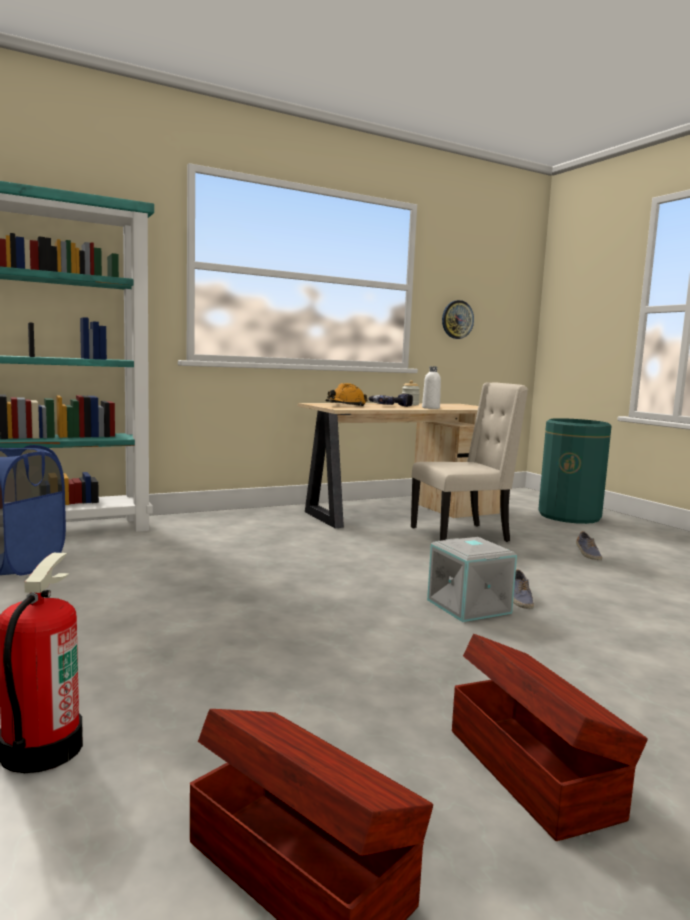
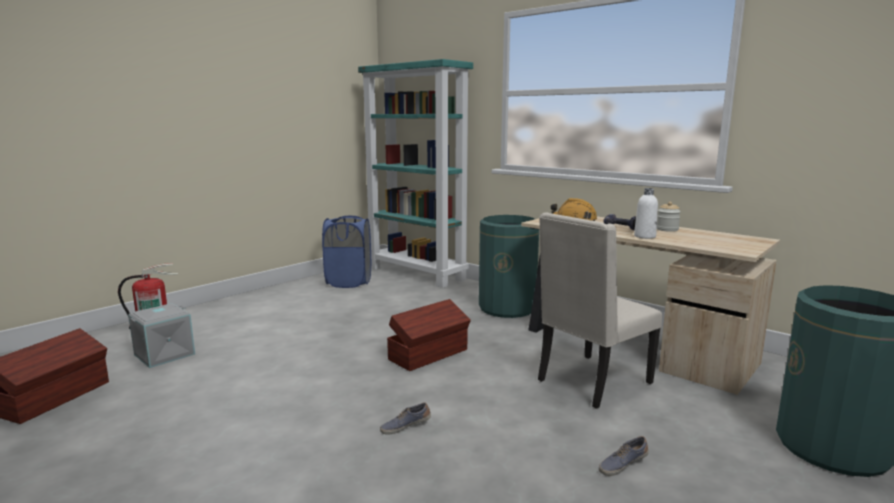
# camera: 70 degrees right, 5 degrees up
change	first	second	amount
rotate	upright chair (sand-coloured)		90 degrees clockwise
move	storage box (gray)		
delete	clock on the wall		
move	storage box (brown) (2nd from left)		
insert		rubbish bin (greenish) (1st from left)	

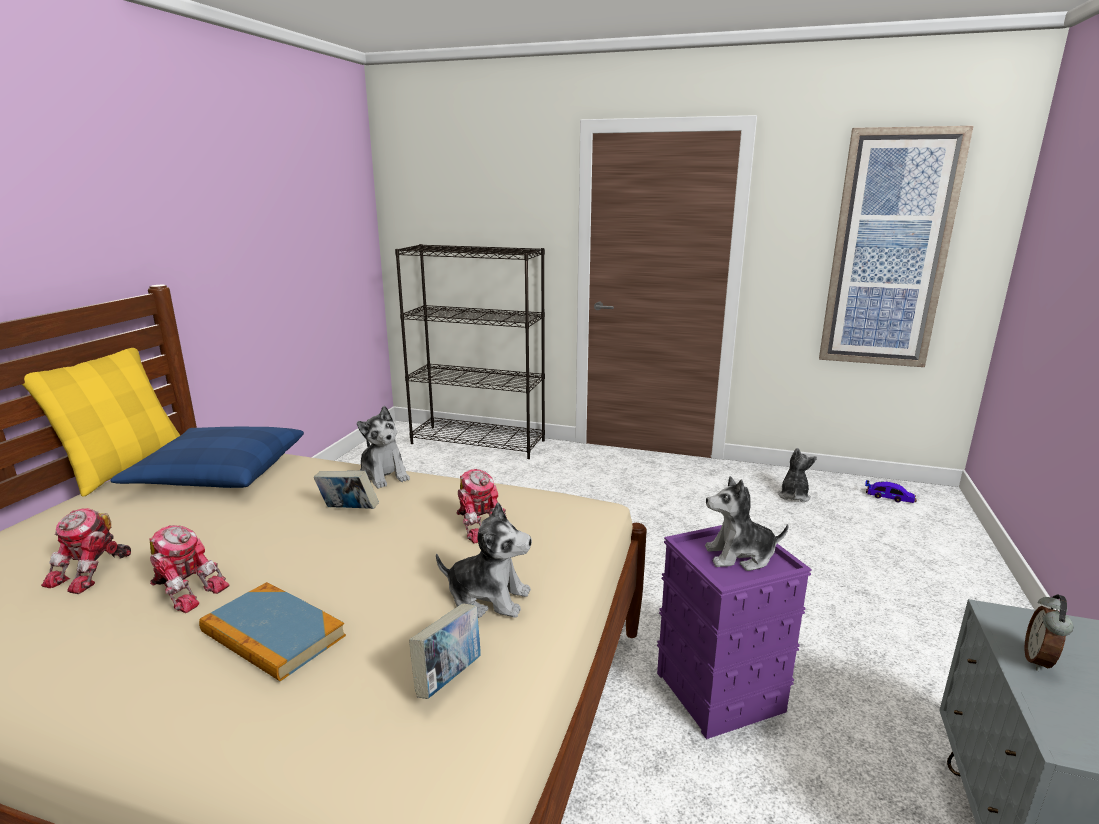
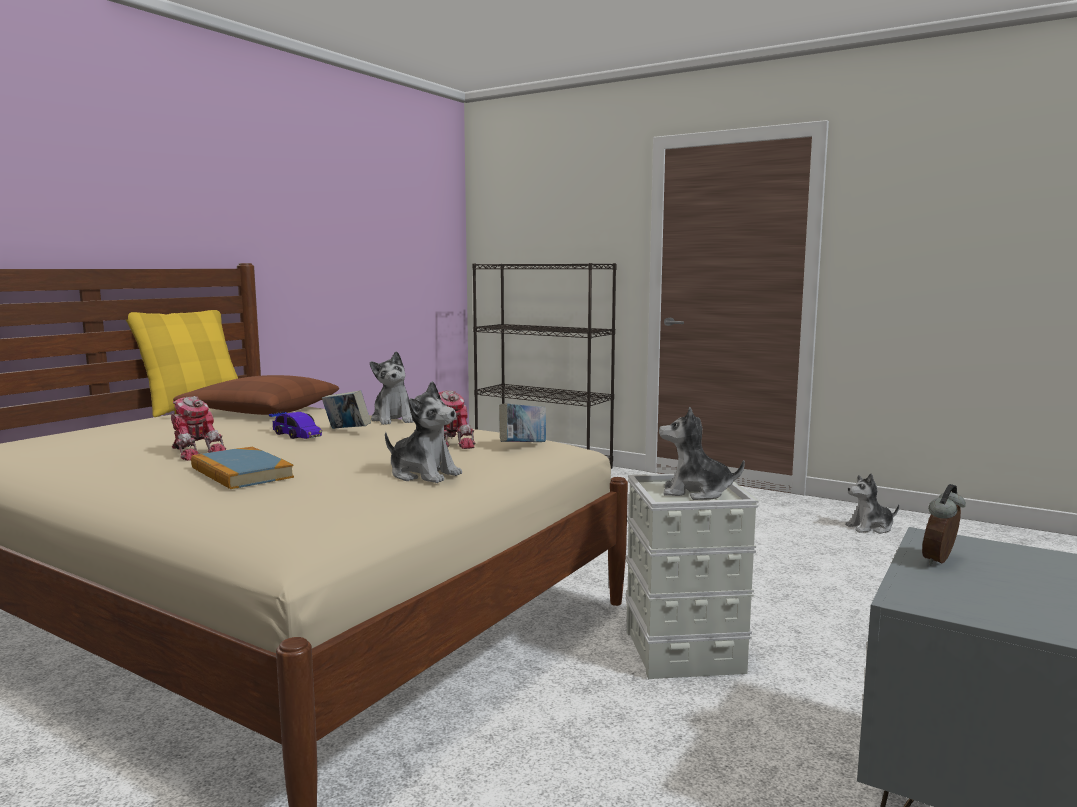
# camera: 15 degrees right, 10 degrees down
change	first	second	amount
delete	model robot (1st from left)		
recolor	pillow (blue)	pillow (brown)	
move	book (3rd from left)		
recolor	storage box (purple-coloured)	storage box (gray)	
rotate	plush toy (4th from left)		135 degrees counterclockwise
delete	picture		
move	miniature car		

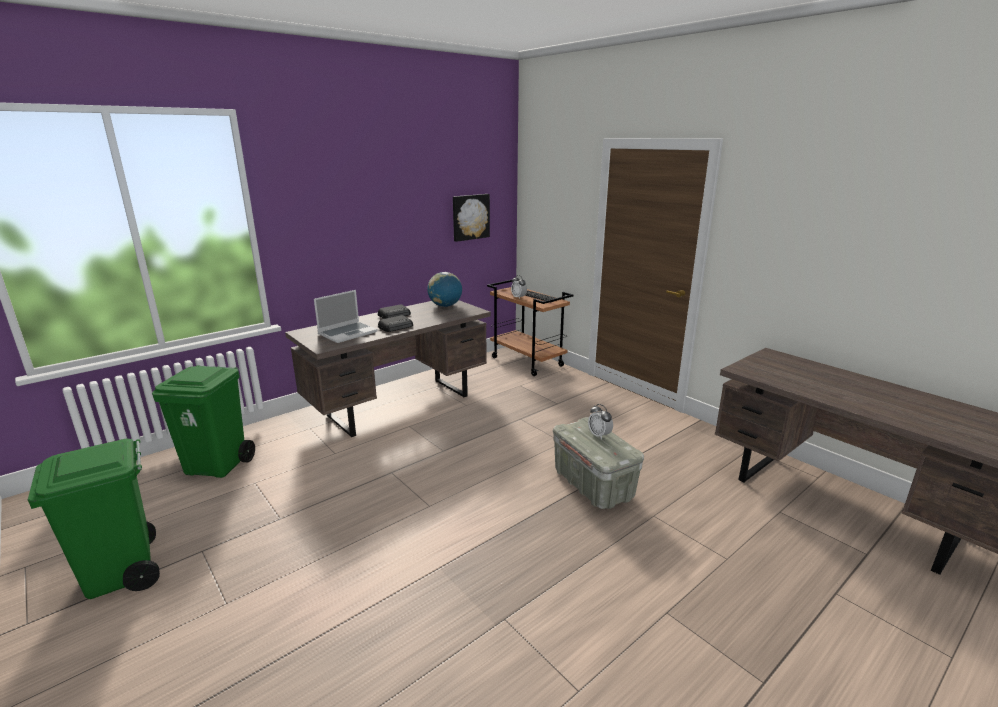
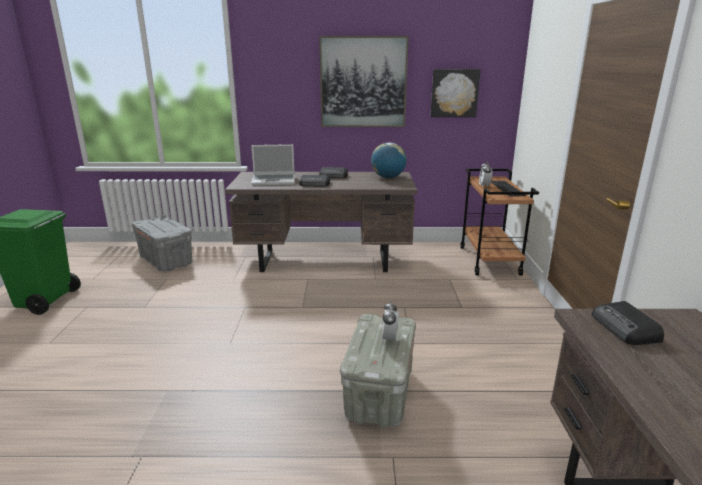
# camera: 40 degrees right, 0 degrees up
change	first	second	amount
replace	rubbish bin (greenish) (2nd from left)	storage box (gray) (1st from left)	
insert		picture (1st from left)	
insert		radio set (3rd from left)	

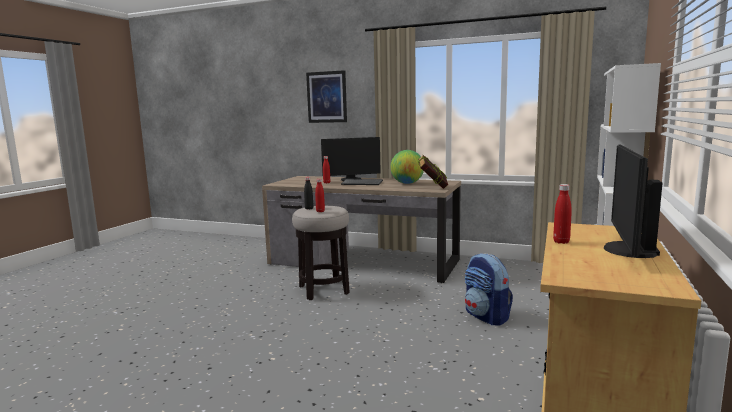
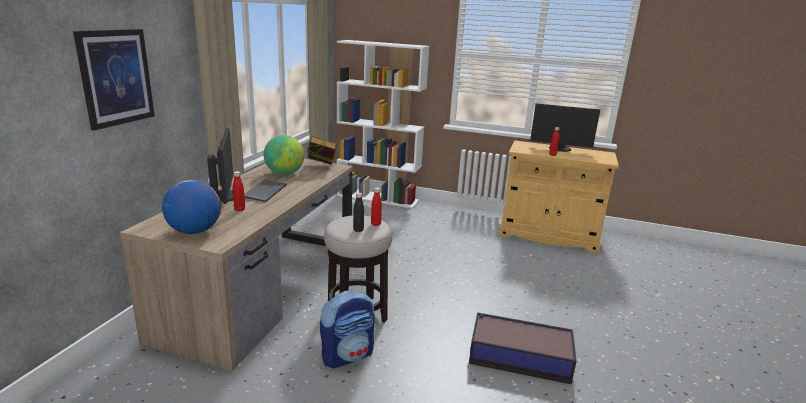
# camera: 95 degrees left, 10 degrees up
change	first	second	amount
move	rucksack		
insert		world globe (1st from left)	
insert		storage box	

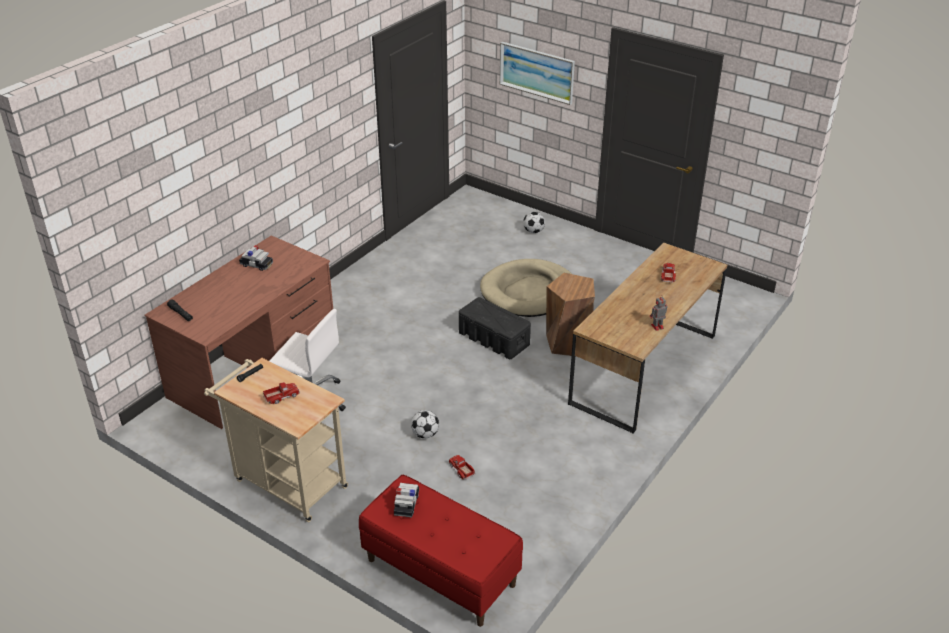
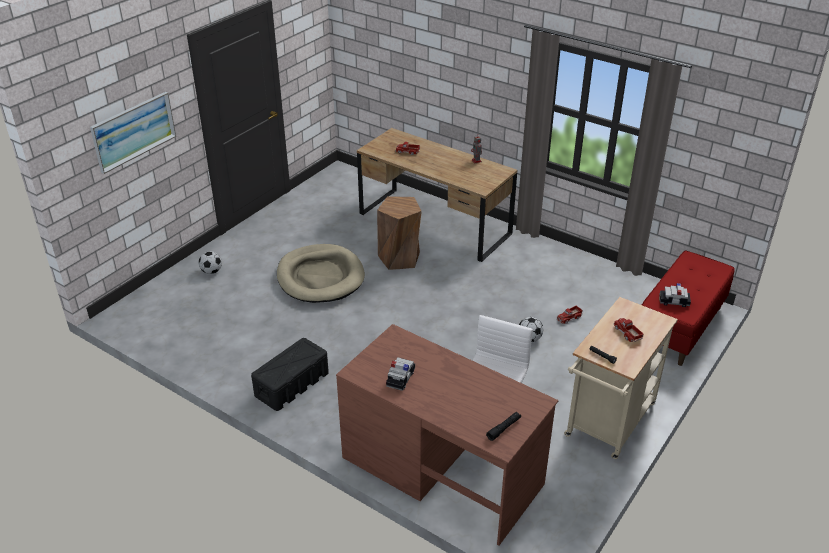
# camera: 90 degrees left, 0 degrees up
change	first	second	amount
move	storage box (black-coloured)		

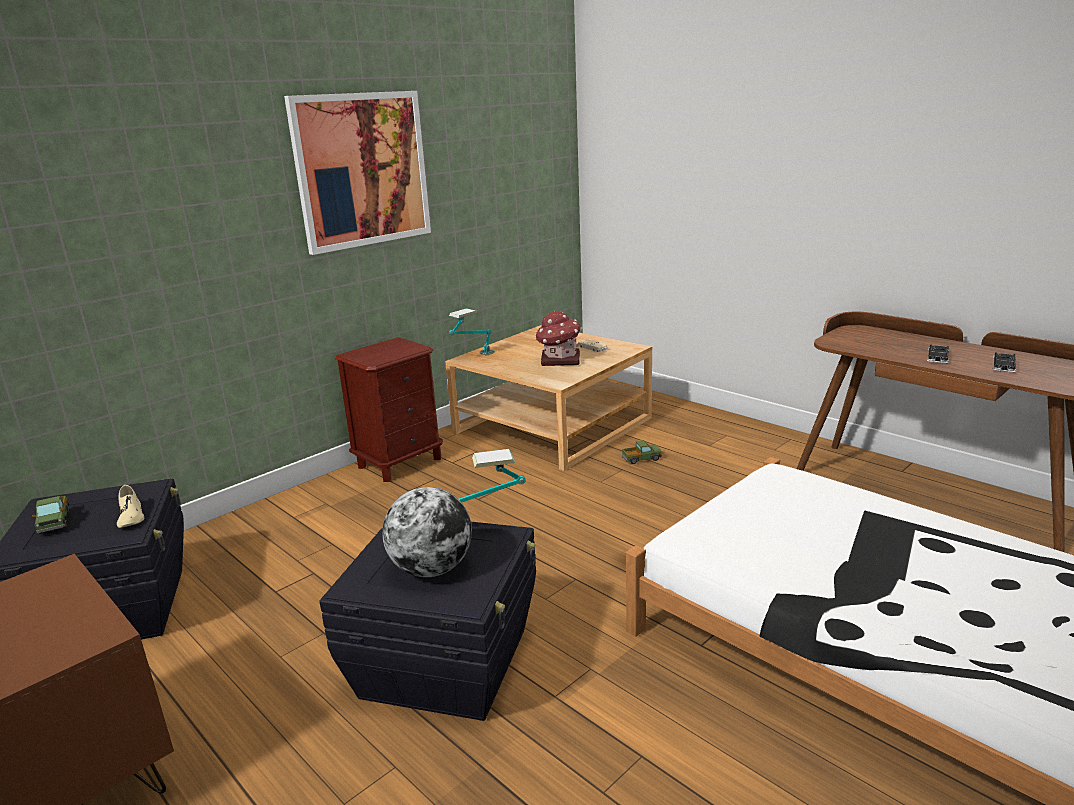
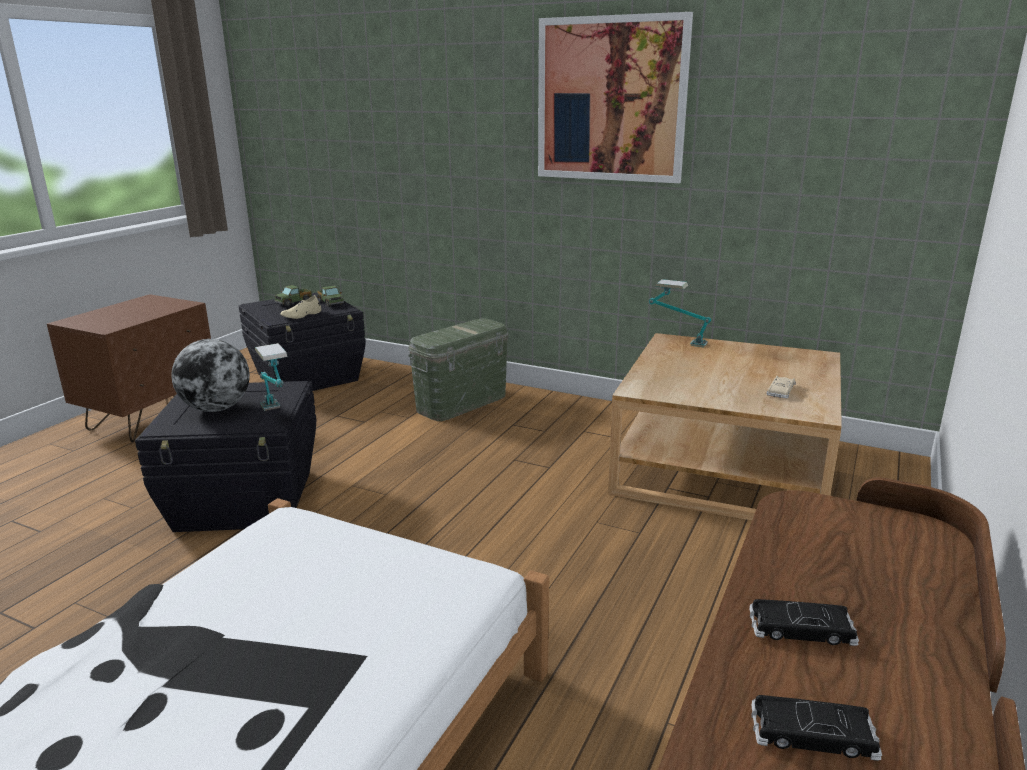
# camera: 70 degrees right, 0 degrees up
change	first	second	amount
delete	night table (brown) (2nd from left)		
delete	model house		
move	model truck (2nd from left)		
insert		storage box (greenish)	

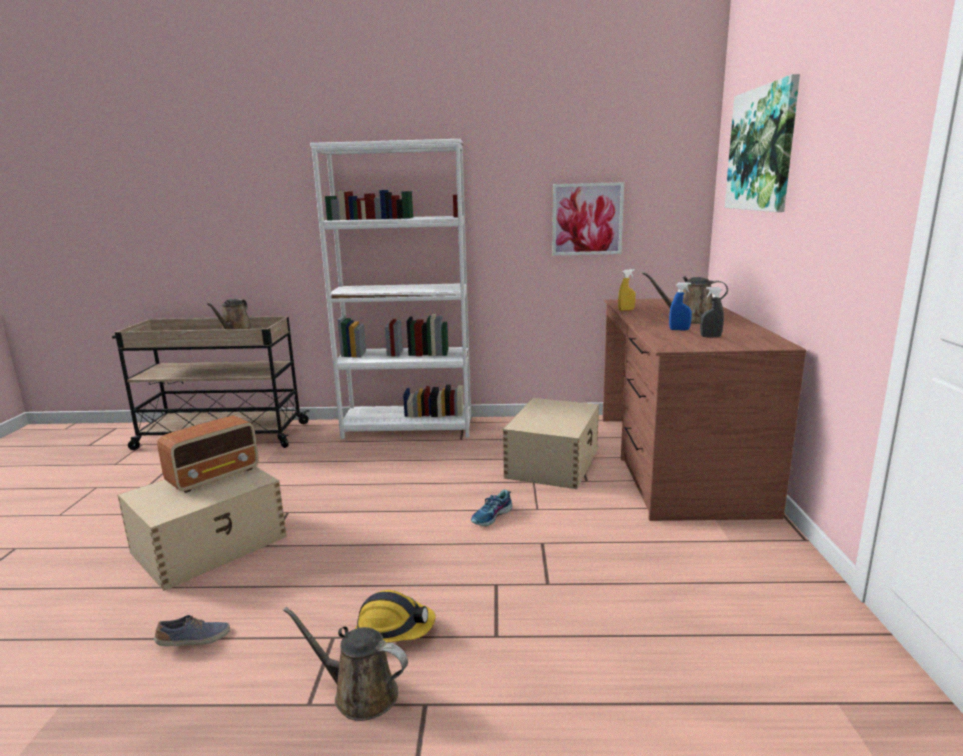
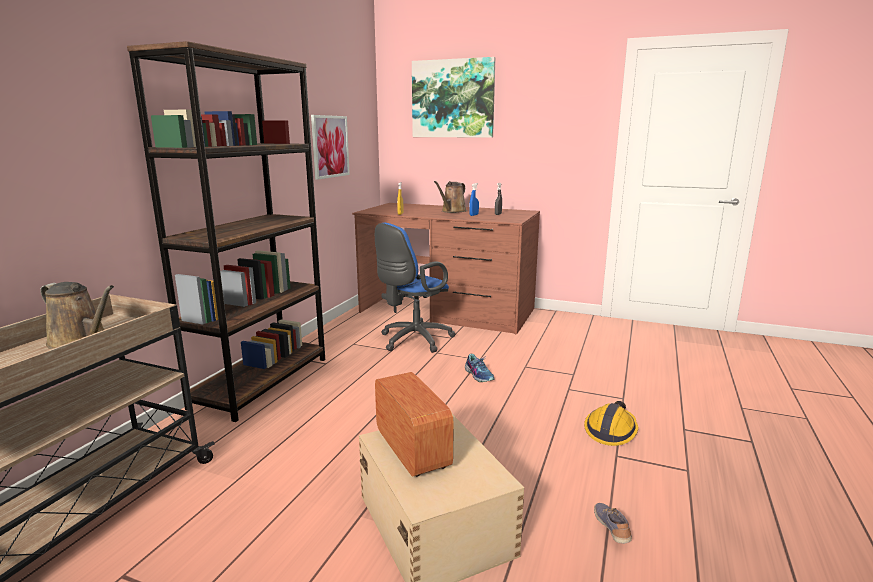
# camera: 70 degrees left, 0 degrees up
change	first	second	amount
delete	watering can (brown) (2nd from left)		
recolor	bookcase (whitish)	bookcase (brown)	
replace	storage box (sand-coloured) (2nd from left)	desk chair (blue)	

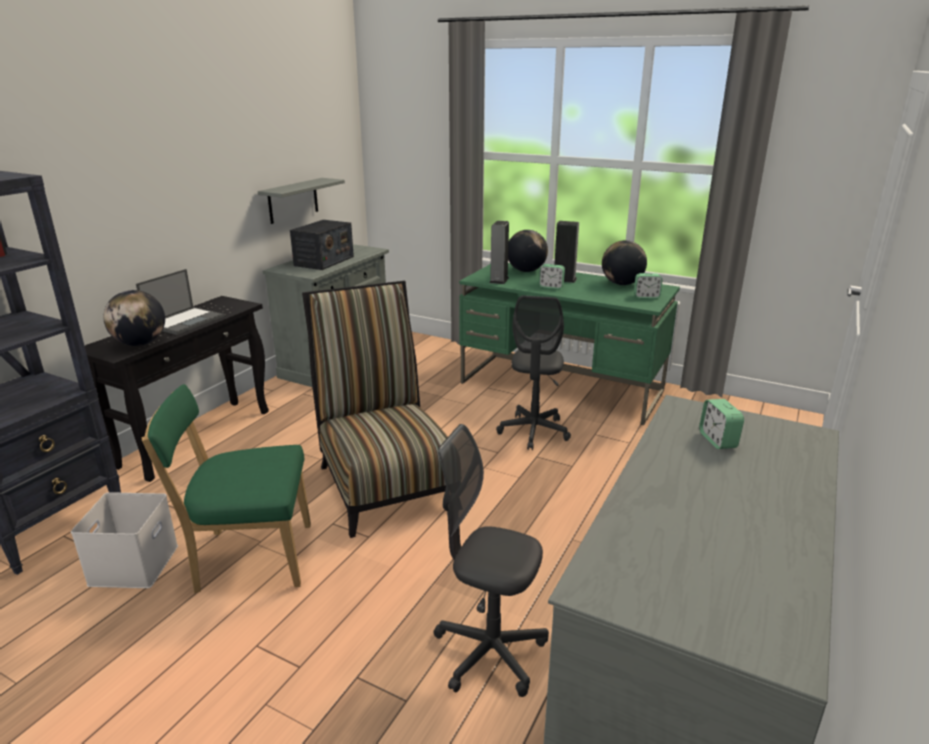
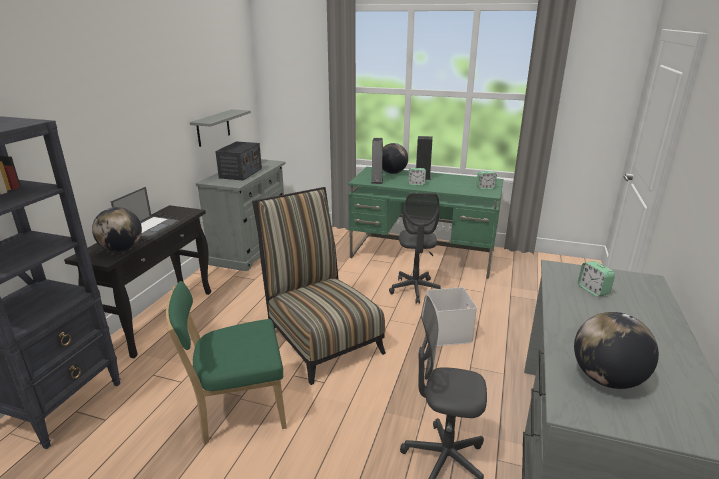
# camera: 10 degrees left, 0 degrees up
change	first	second	amount
move	storage box (whitish)		
move	world globe (3rd from left)		

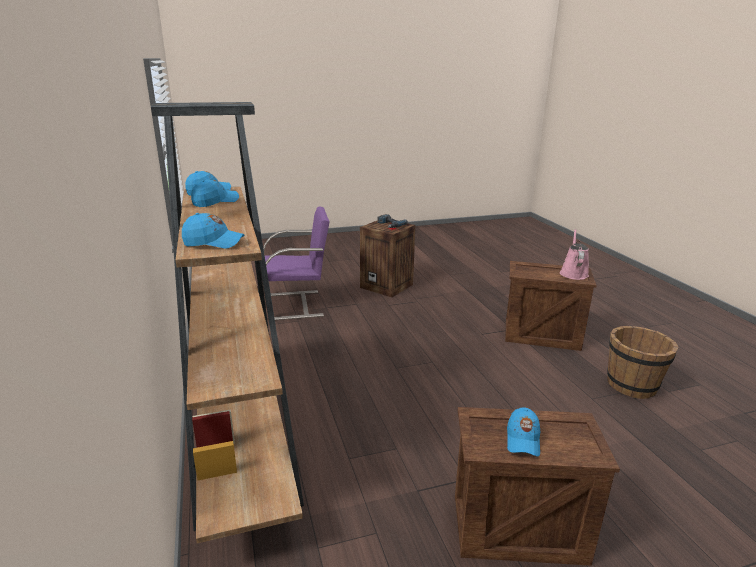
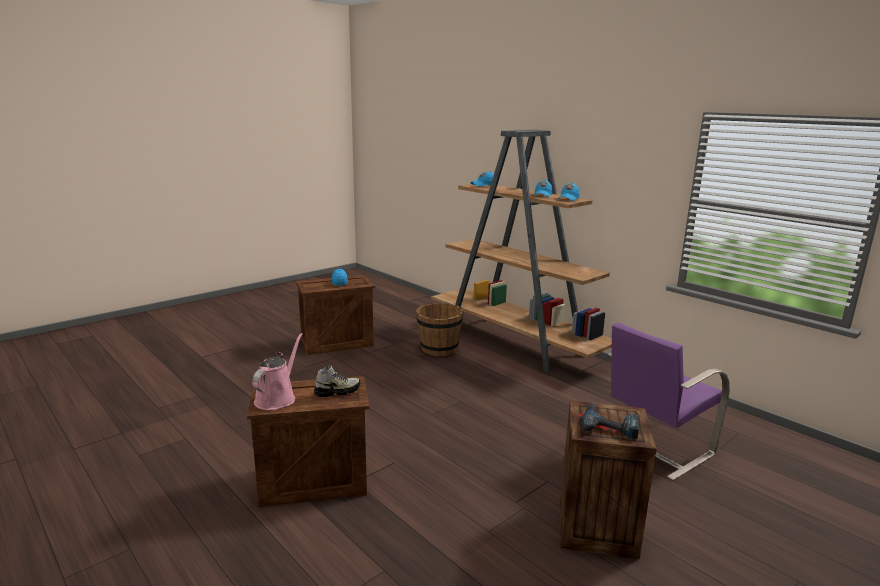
# camera: 155 degrees right, 5 degrees down
change	first	second	amount
rotate	watering can (pink-coloured)		150 degrees counterclockwise
move	water bucket (brown)		
insert		low shoe	

